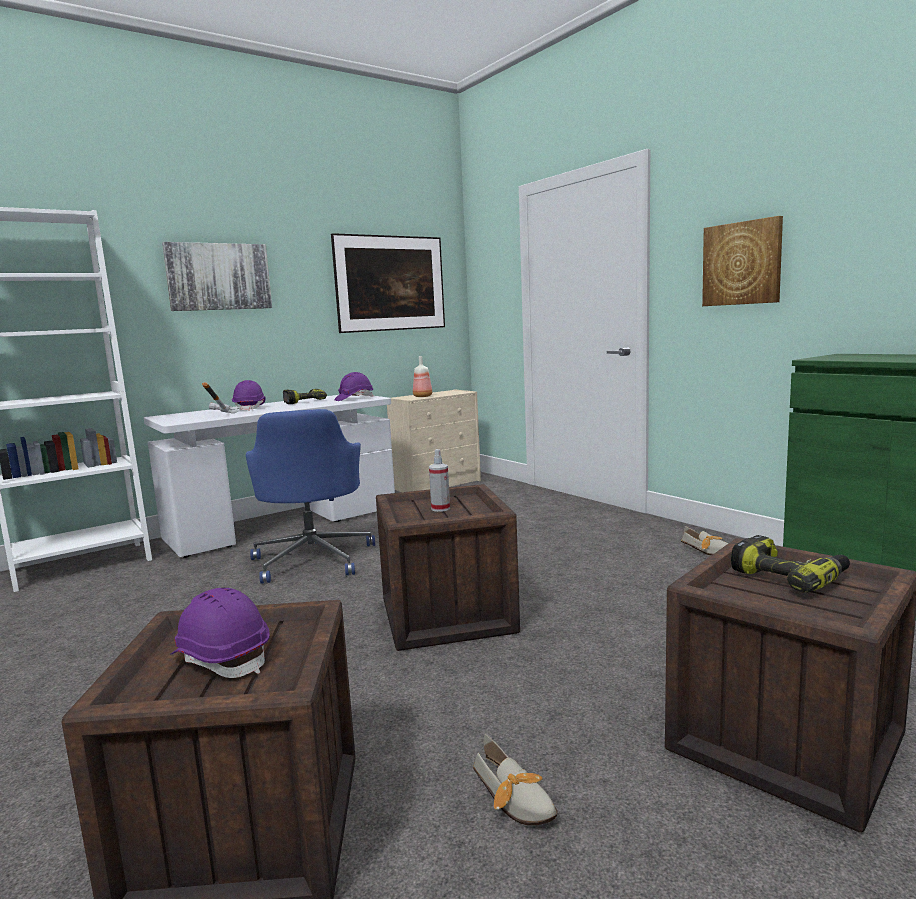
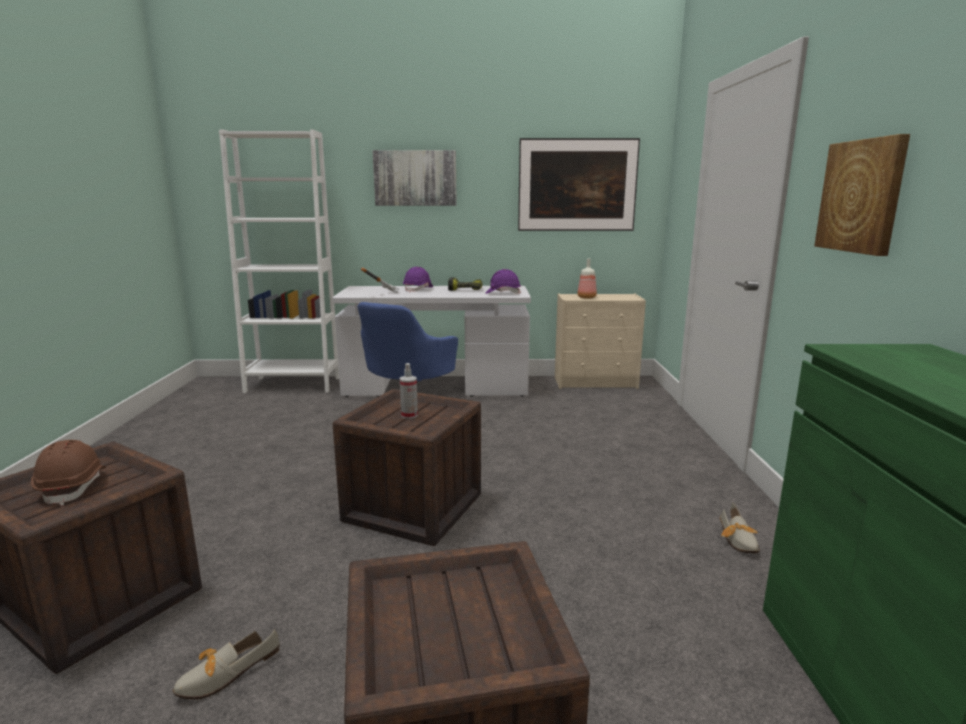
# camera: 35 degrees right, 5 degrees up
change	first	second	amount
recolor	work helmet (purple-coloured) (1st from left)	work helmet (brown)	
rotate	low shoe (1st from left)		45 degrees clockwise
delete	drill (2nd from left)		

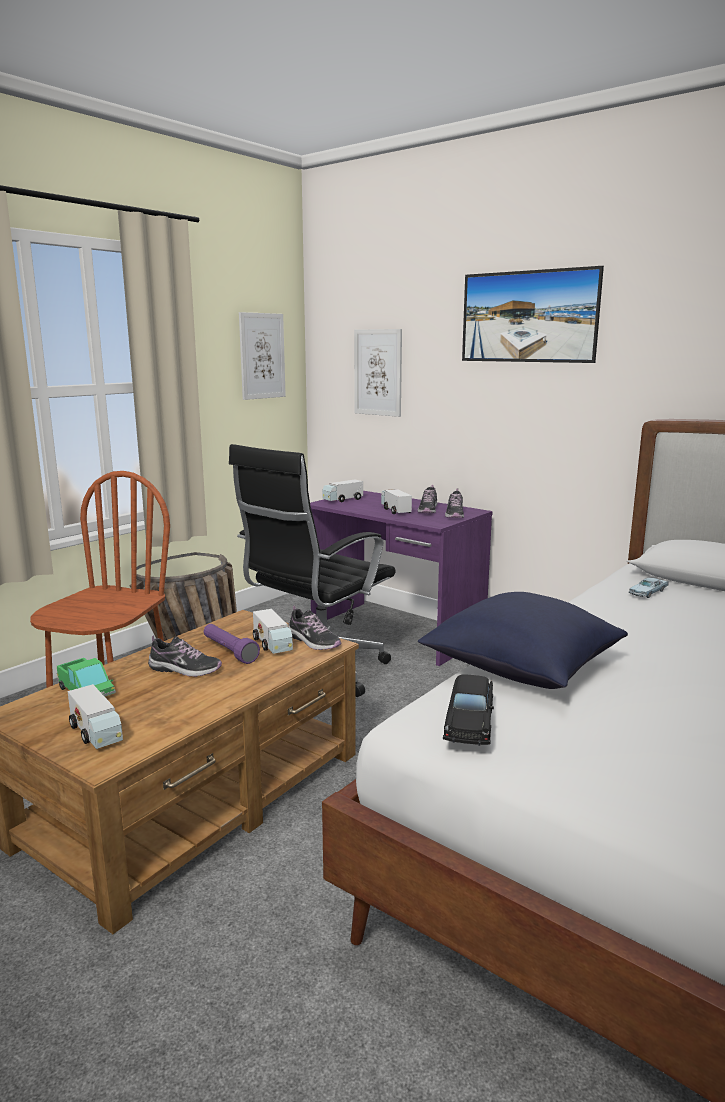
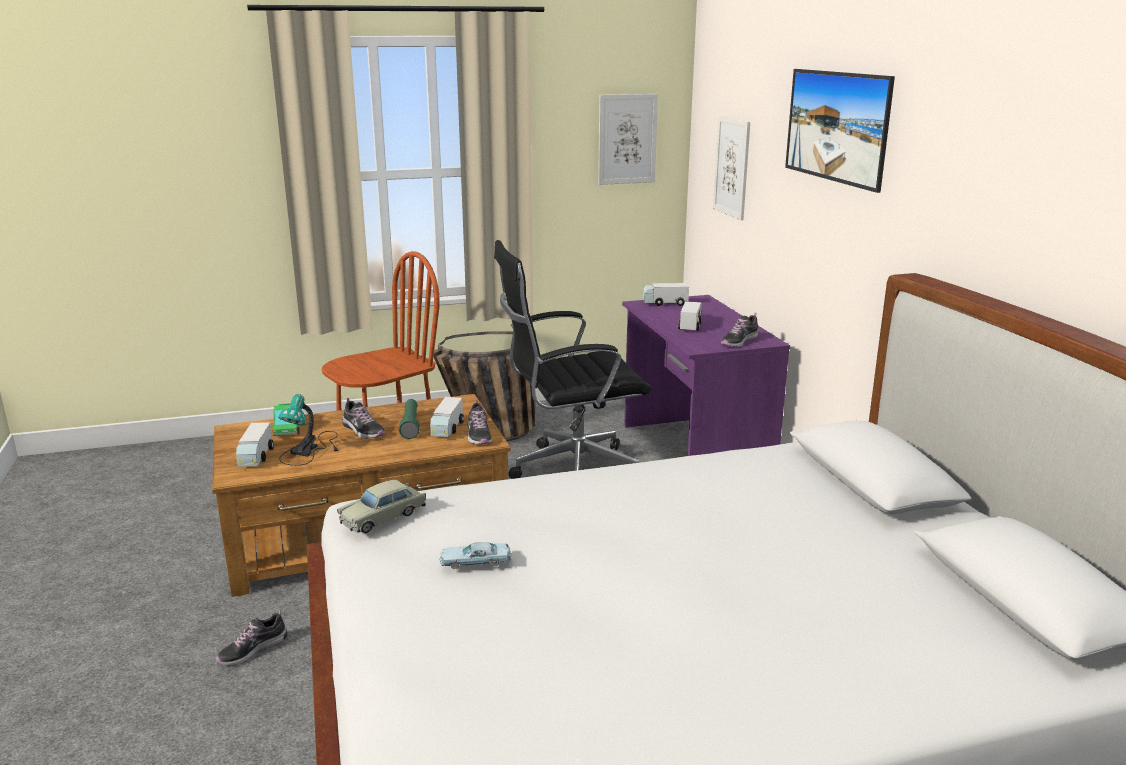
# camera: 35 degrees right, 5 degrees up
change	first	second	amount
recolor	flashlight (purple-coloured)	flashlight (greenish)	
move	low shoe (3rd from left in the first image)	low shoe (1st from left)	
delete	pillow (blue)		
recolor	miniature car (black-coloured)	miniature car (sand-coloured)	
move	miniature car (blue)		
insert		lamp for a table	

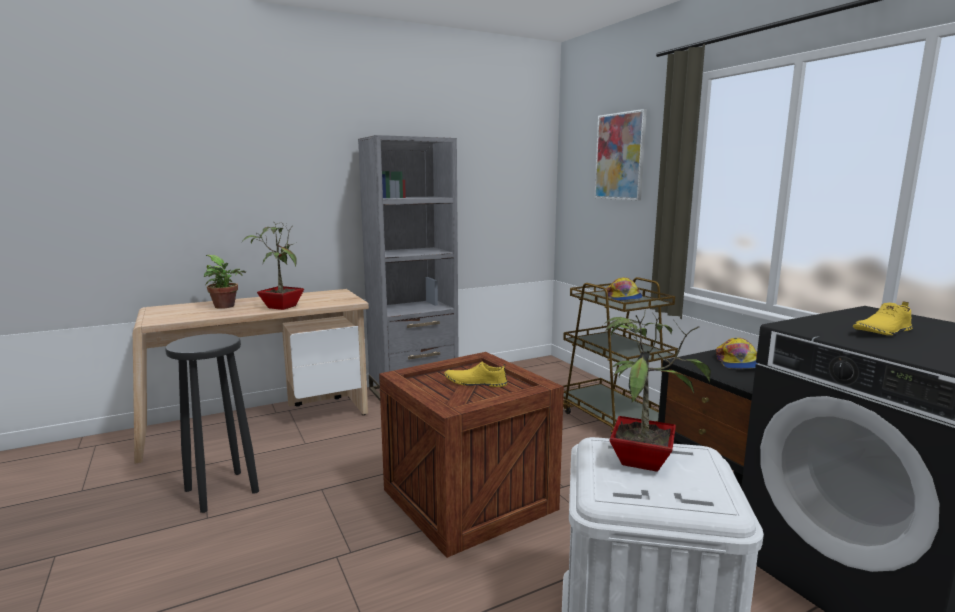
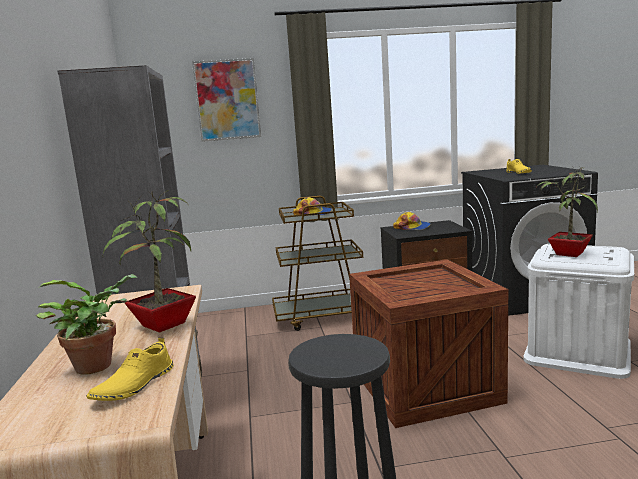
# camera: 70 degrees left, 0 degrees up
change	first	second	amount
move	low shoe (yellow-coloured) (1st from left)		

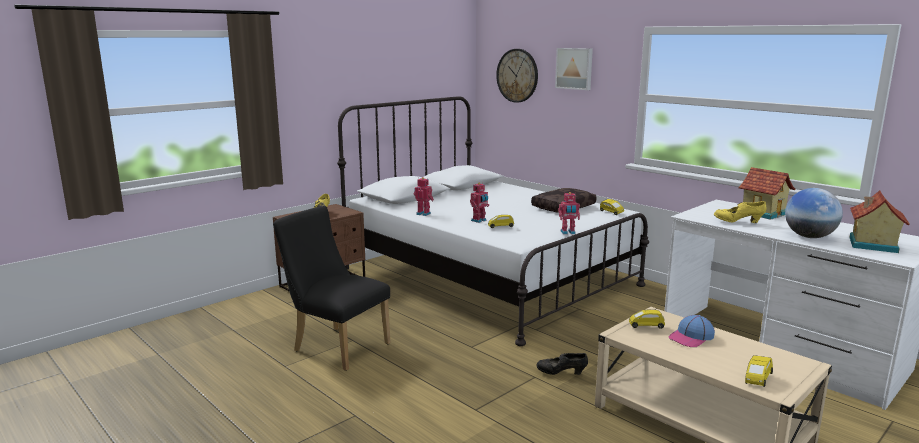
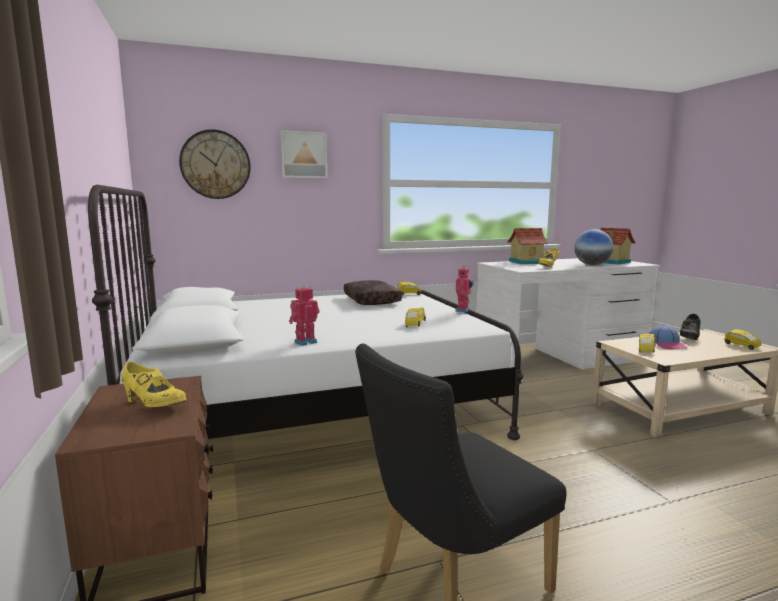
# camera: 65 degrees left, 5 degrees down
change	first	second	amount
delete	model robot (2nd from left)		
move	low shoe (black-coloured)		

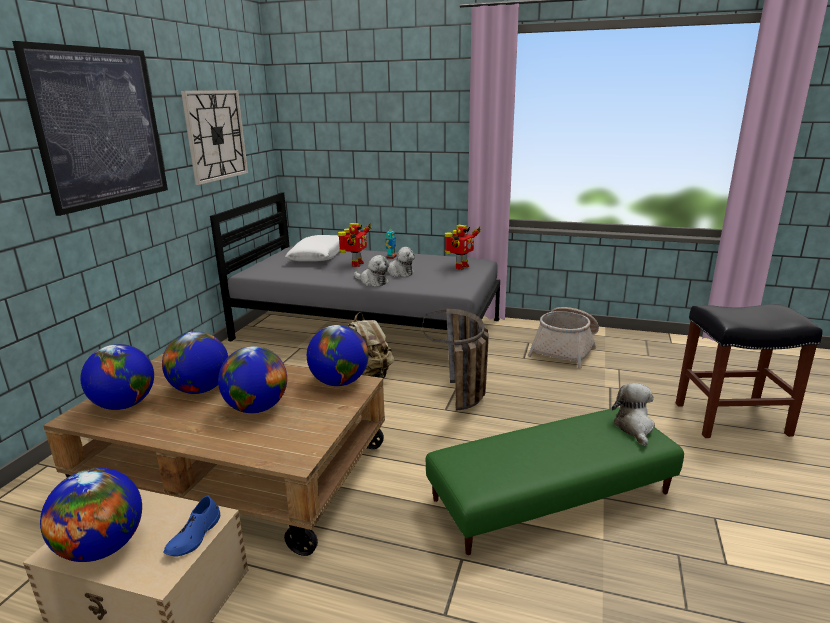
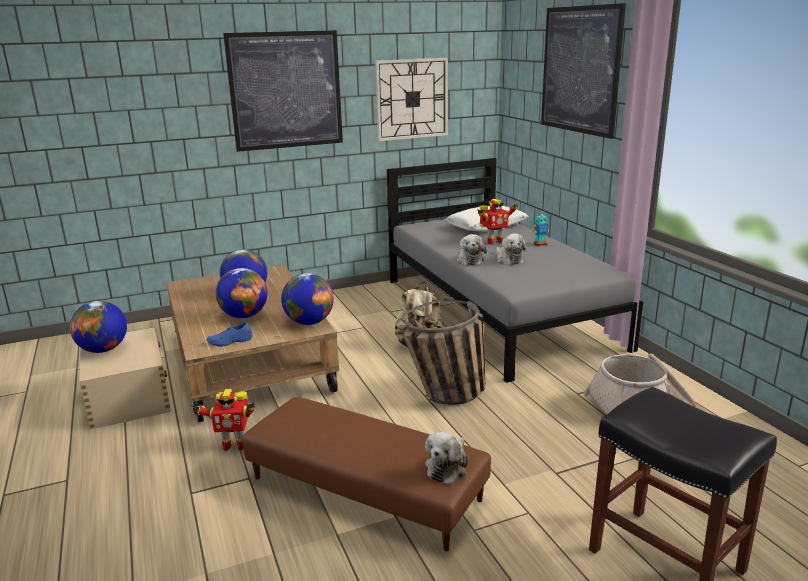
# camera: 50 degrees right, 0 degrees up
change	first	second	amount
delete	world globe (2nd from left)		
move	low shoe (blue)		
recolor	ottoman (greenish)	ottoman (brown)	
move	model robot (3rd from left in the first image)	model robot (1st from left)	
rotate	plush toy (3rd from left in the first image)	plush toy (1st from left)	150 degrees clockwise
insert		picture (2nd from left)	

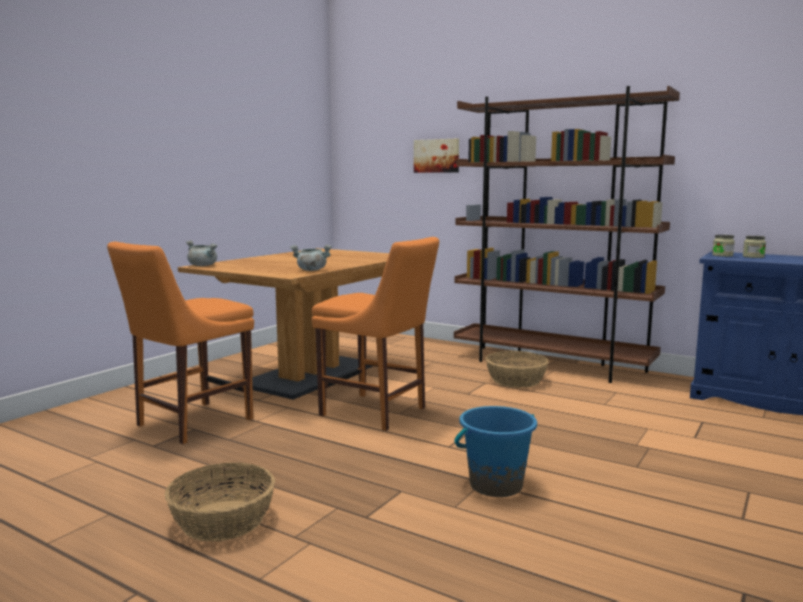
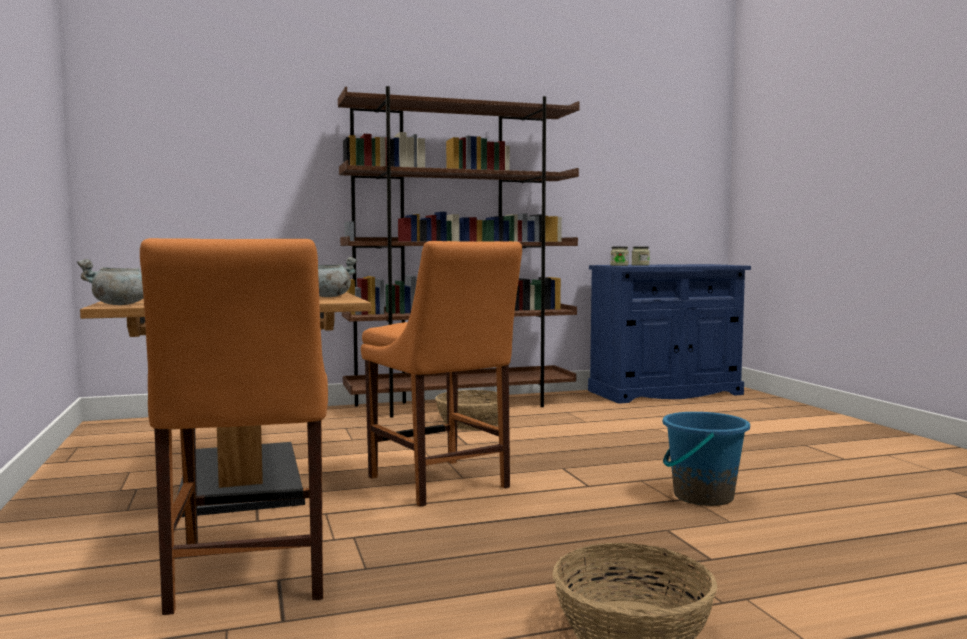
# camera: 50 degrees left, 5 degrees down
change	first	second	amount
rotate	upright chair (orange-coloured) (2nd from left)		75 degrees clockwise
delete	picture		

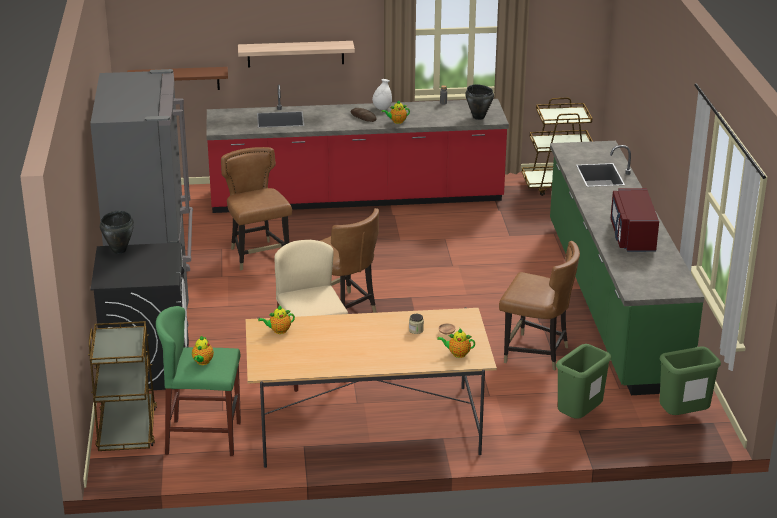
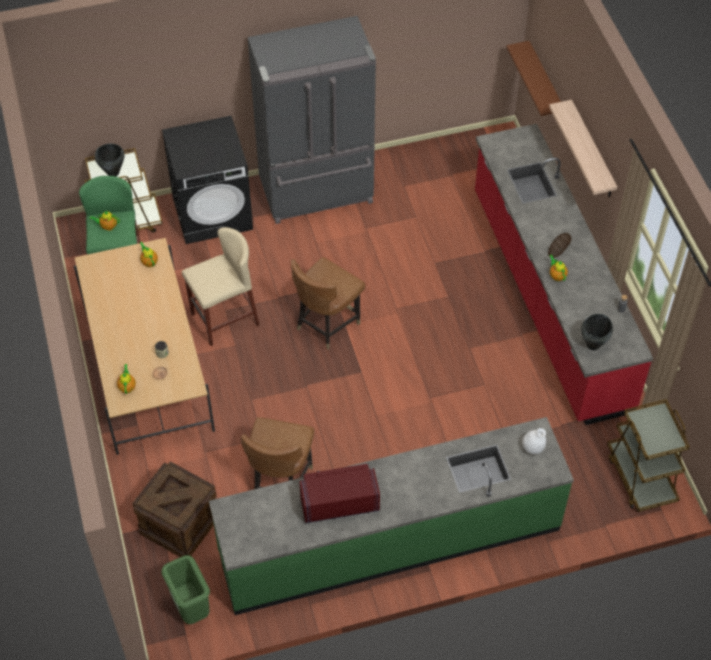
# camera: 80 degrees right, 25 degrees up
change	first	second	amount
move	saucepot (black-coloured) (1st from left)		
delete	upright chair (brown) (1st from left)		
move	vase (whitish)		
replace	rubbish bin (greenish) (1st from left)	packing crate	

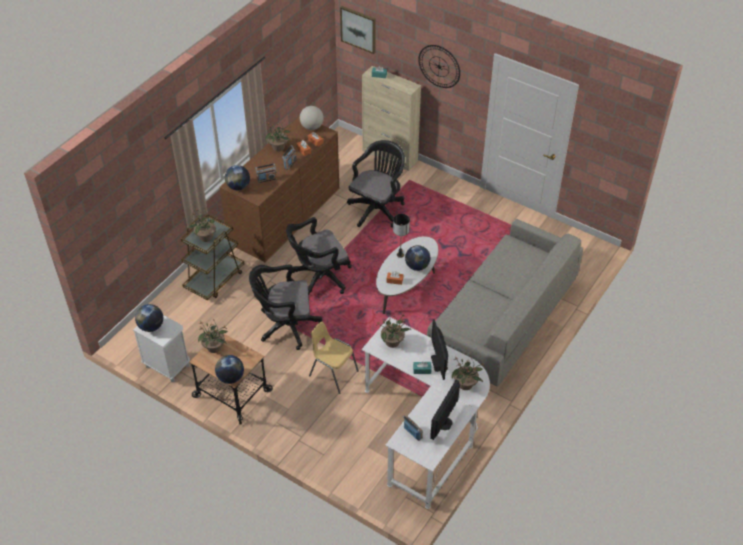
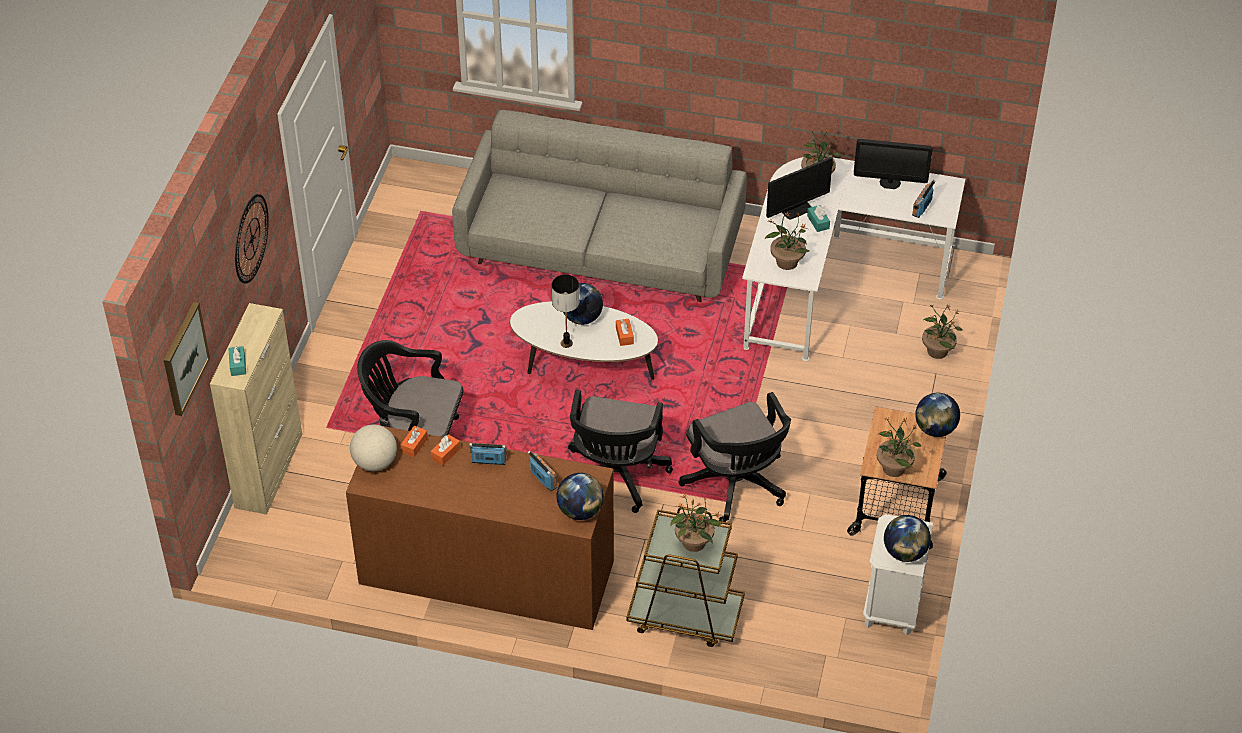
# camera: 110 degrees left, 0 degrees up
change	first	second	amount
move	potted plant (3rd from left in the first image)	potted plant (5th from left)	
rotate	desk chair (black-coloured) (2nd from left)		60 degrees clockwise
delete	upright chair (yellow-coloured)		

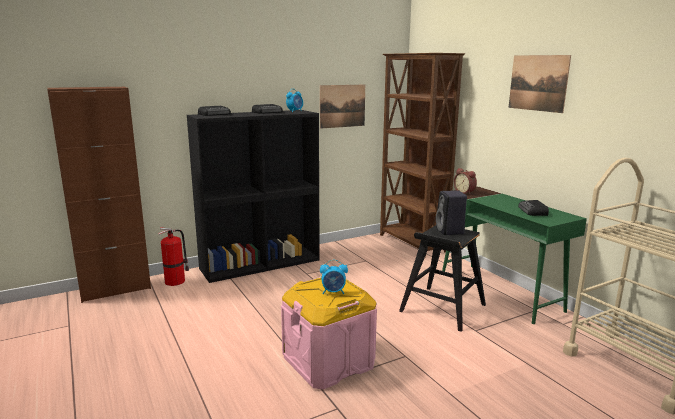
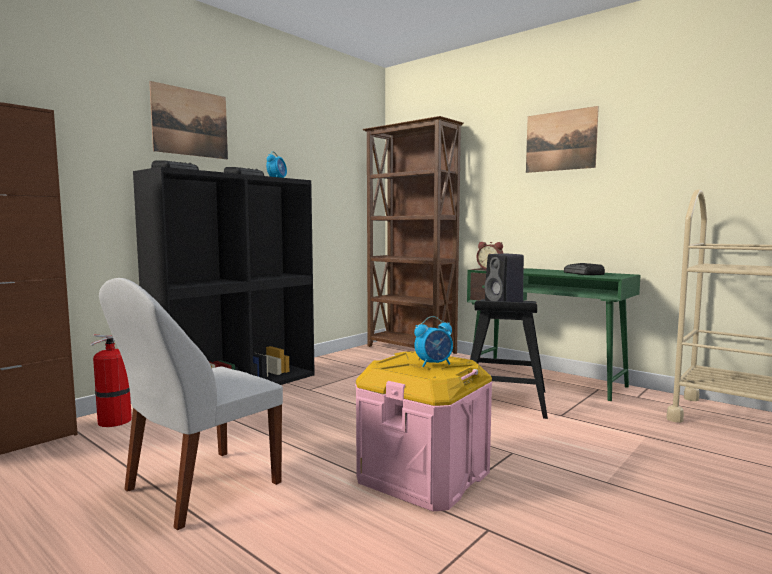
# camera: 20 degrees left, 10 degrees down
change	first	second	amount
move	picture (1st from left)		
insert		upright chair (whitish)	

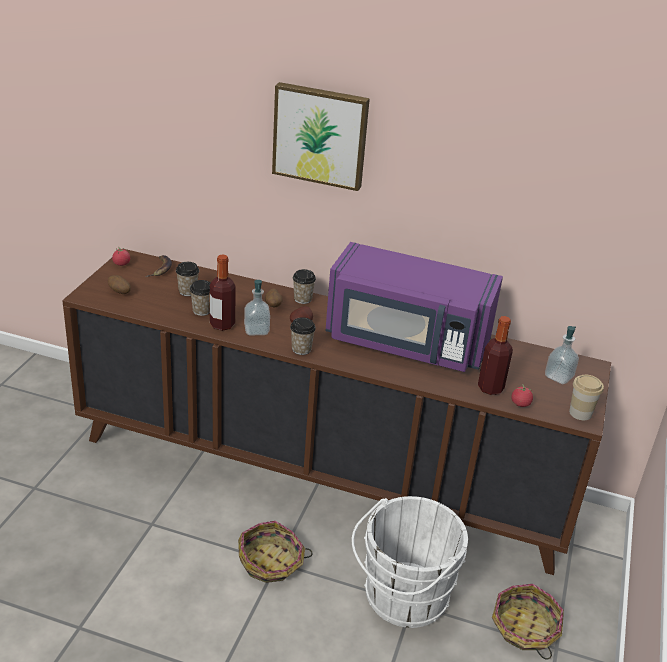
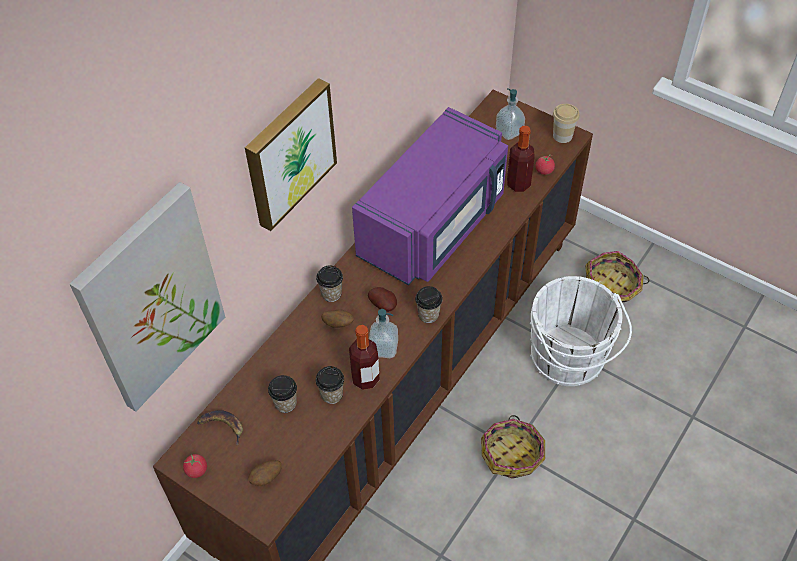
# camera: 70 degrees left, 20 degrees up
change	first	second	amount
insert		picture (1st from left)	

